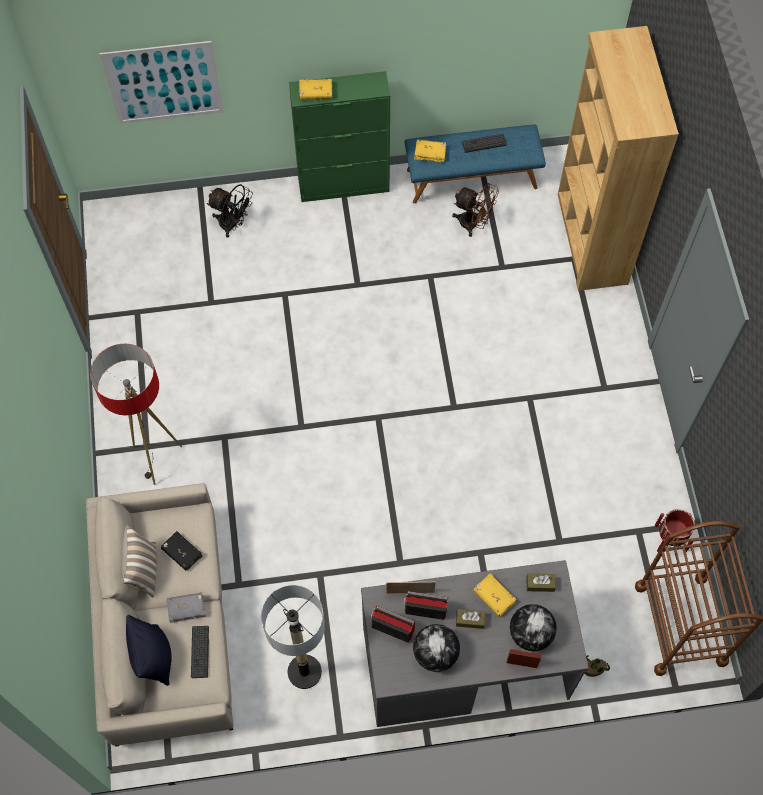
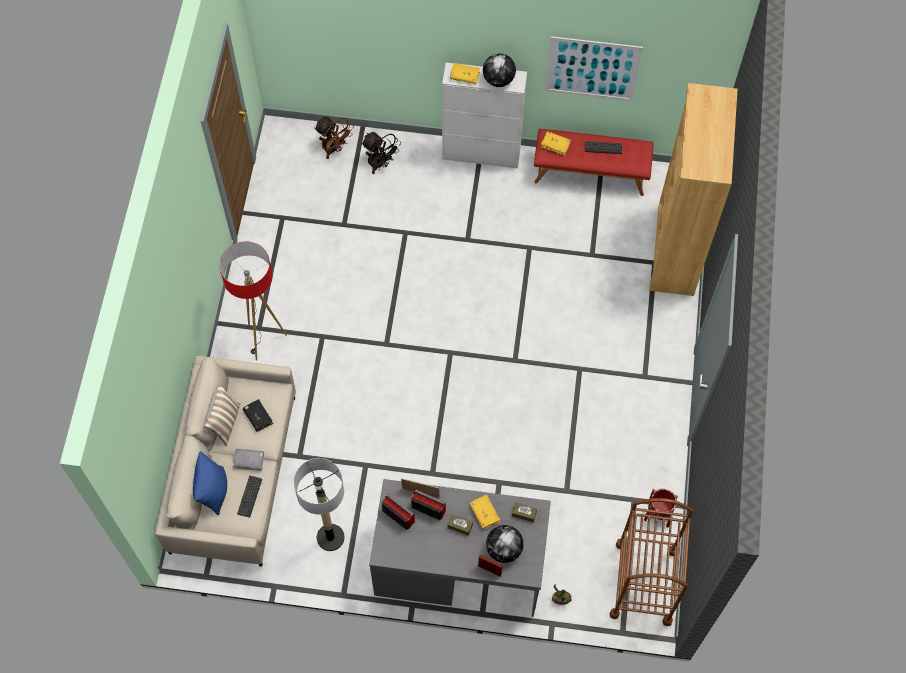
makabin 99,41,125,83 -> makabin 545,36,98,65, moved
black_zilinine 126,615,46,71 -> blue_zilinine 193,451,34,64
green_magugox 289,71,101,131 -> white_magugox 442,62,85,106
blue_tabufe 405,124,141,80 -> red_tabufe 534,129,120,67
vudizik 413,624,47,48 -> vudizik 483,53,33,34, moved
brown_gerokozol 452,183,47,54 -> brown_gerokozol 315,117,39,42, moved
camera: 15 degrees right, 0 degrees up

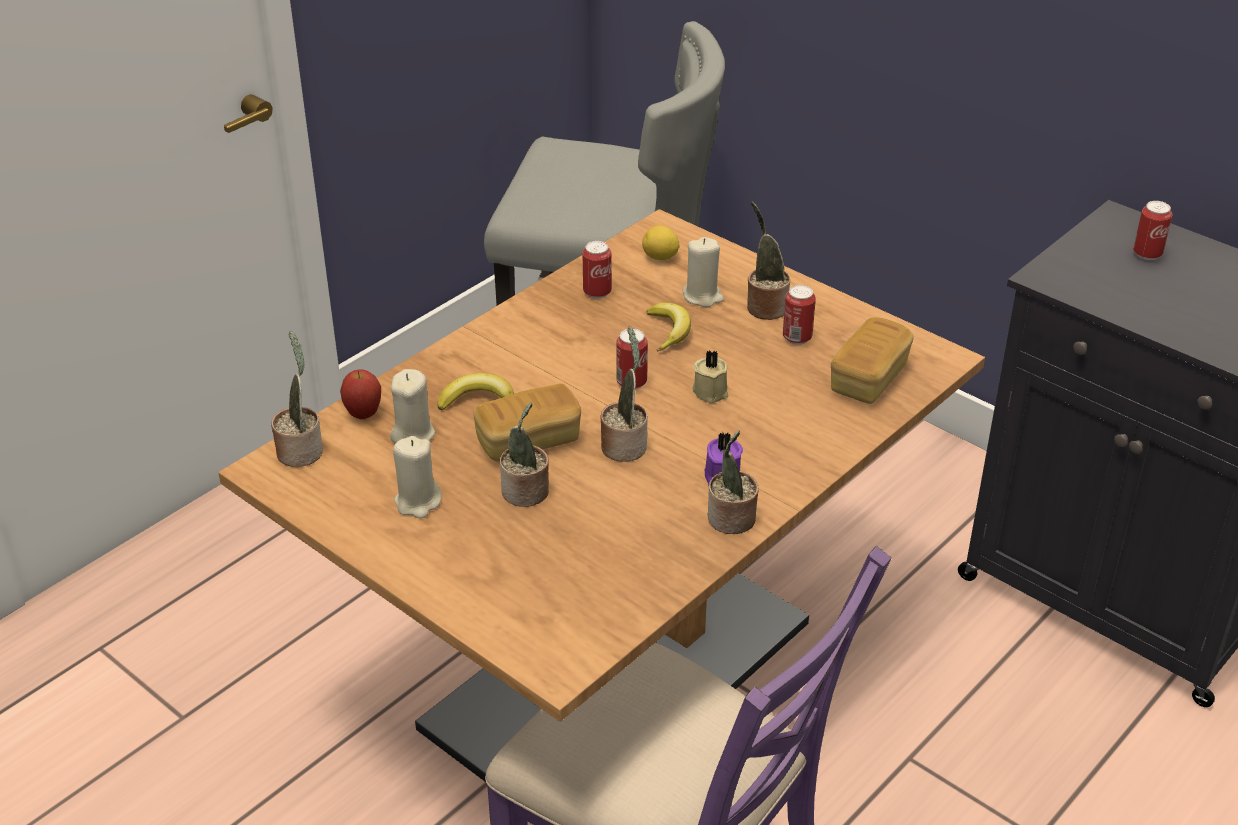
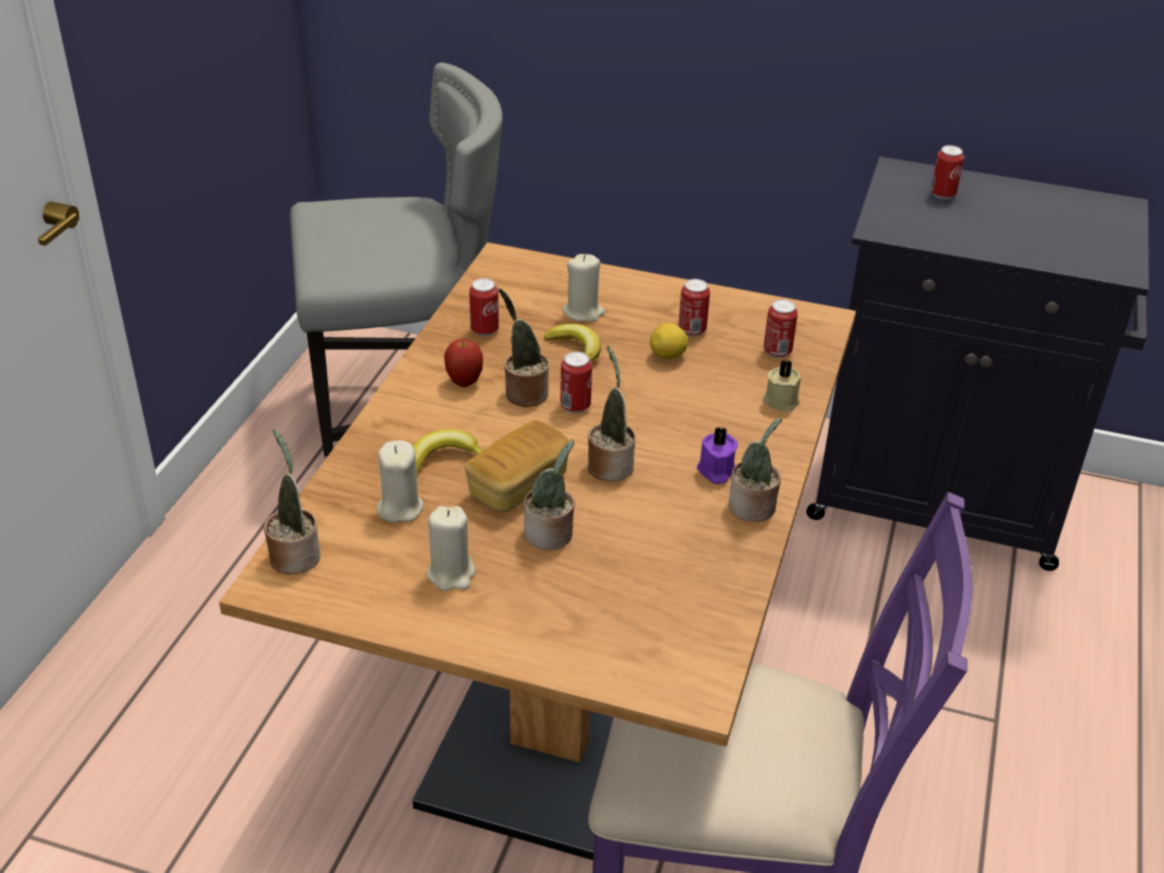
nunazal 340,369,41,50 -> nunazal 444,339,39,48, moved
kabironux 642,225,38,35 -> kabironux 650,323,38,36, moved
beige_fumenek 692,350,37,53 -> beige_fumenek 763,360,38,51, moved
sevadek 747,201,43,119 -> sevadek 499,288,50,119, moved
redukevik 831,317,83,87 -> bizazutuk 764,299,34,59
camera: 25 degrees left, 0 degrees up

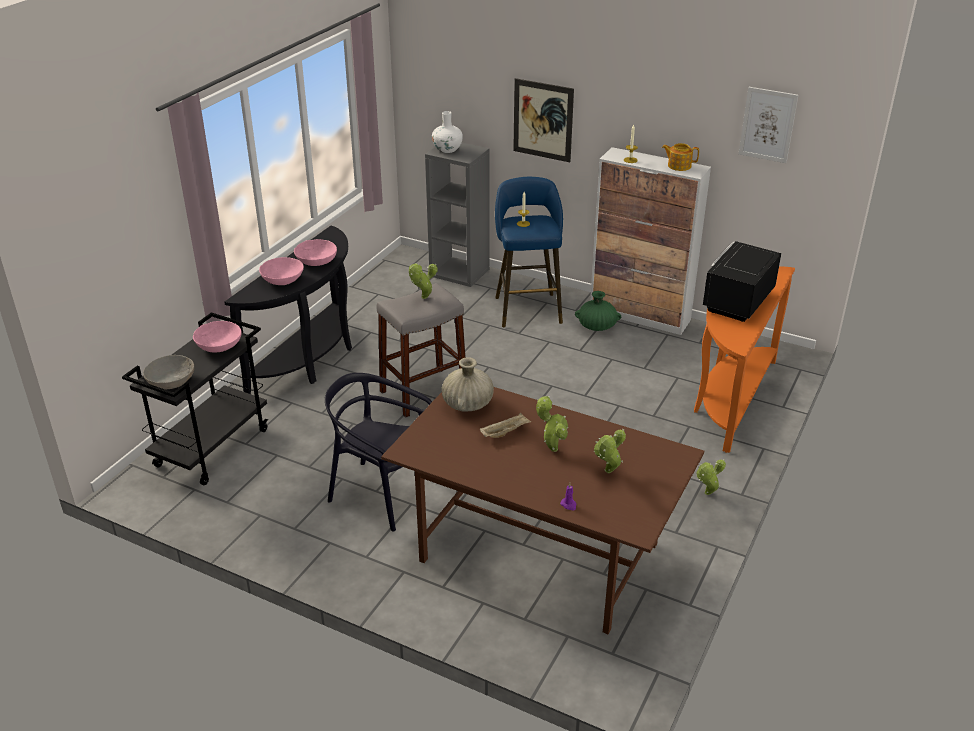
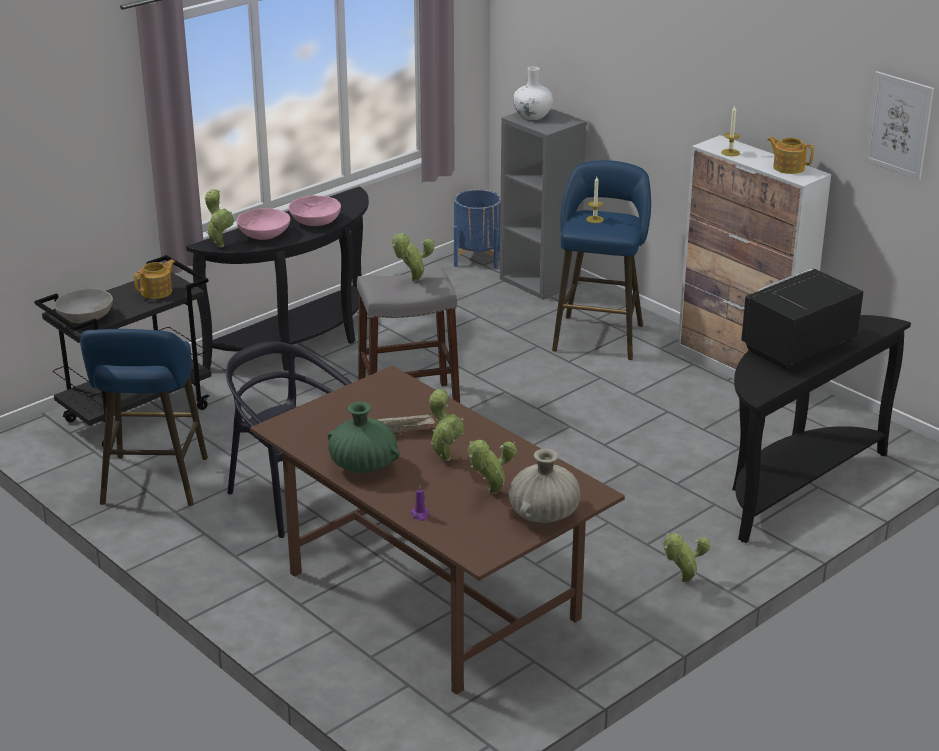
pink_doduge 193,321,49,31 -> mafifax 134,259,41,40
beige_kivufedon 441,357,53,54 -> beige_kivufedon 508,449,73,74, moved
makabin 513,78,61,84 -> none
green_kivufedon 575,291,46,40 -> green_kivufedon 328,402,72,71, moved
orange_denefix 694,266,101,187 -> black_denefix 732,315,179,228
none -> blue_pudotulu 80,329,128,177
none -> sevadek 205,189,29,58
none -> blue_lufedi 454,189,47,80
camera: 20 degrees right, 5 degrees down

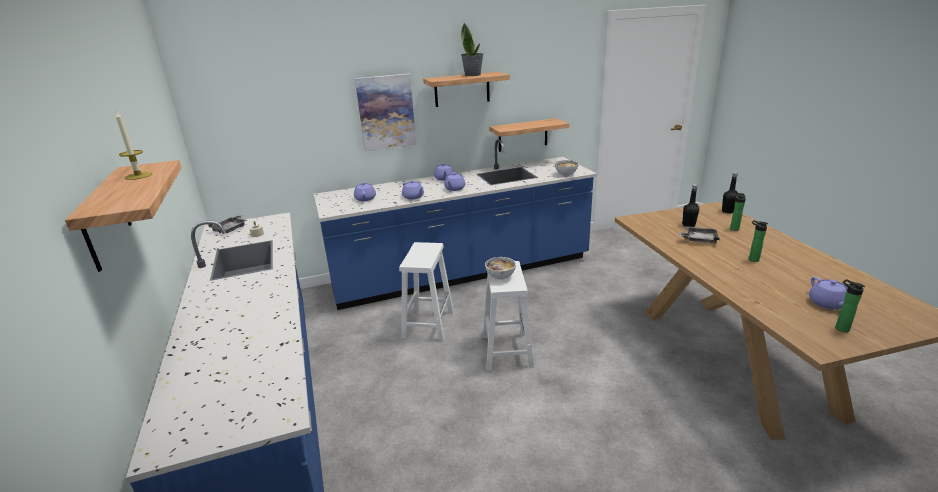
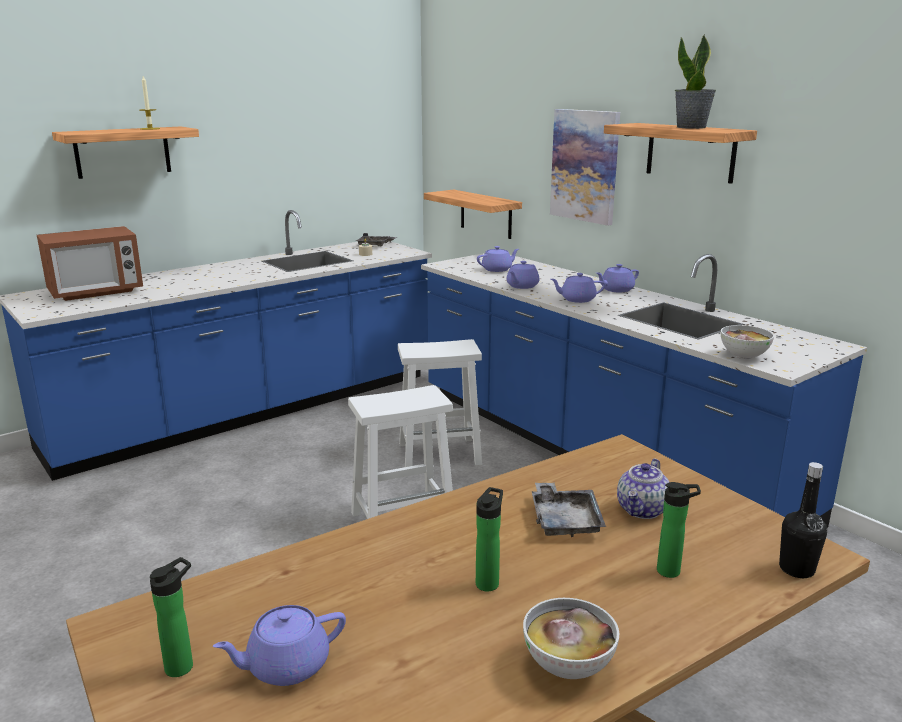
doduge 485,257,31,23 -> doduge 523,598,96,81, moved
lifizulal 489,118,80,34 -> lifizulal 424,190,98,49, moved
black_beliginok 682,184,17,43 -> mafifax 617,459,52,60
none -> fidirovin 37,226,106,75
camera: 70 degrees right, 5 degrees down

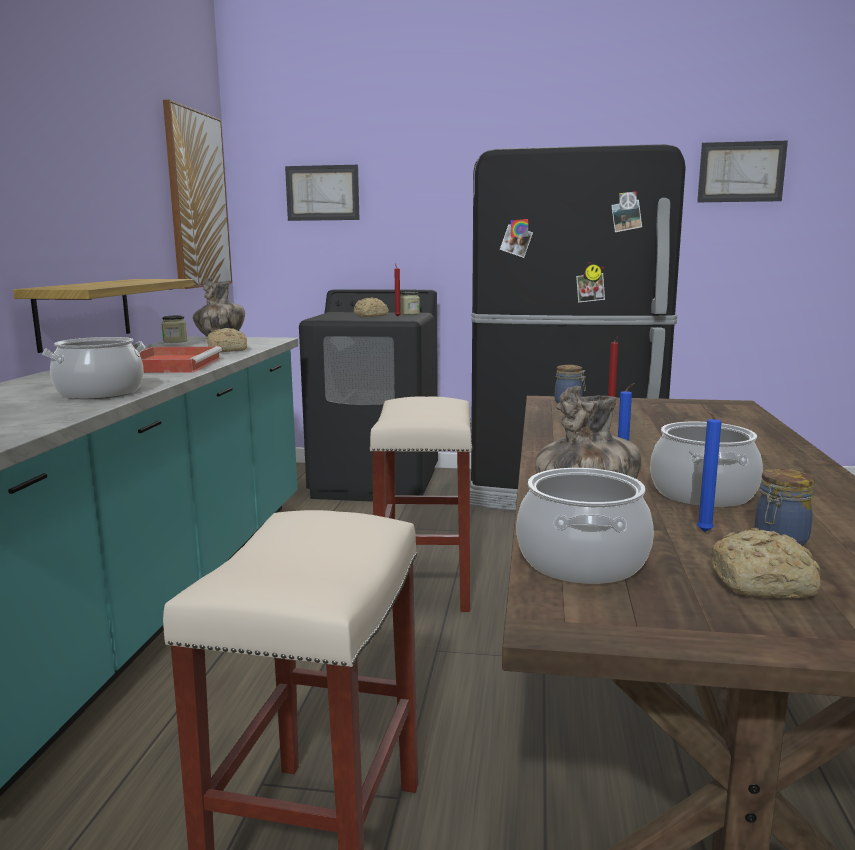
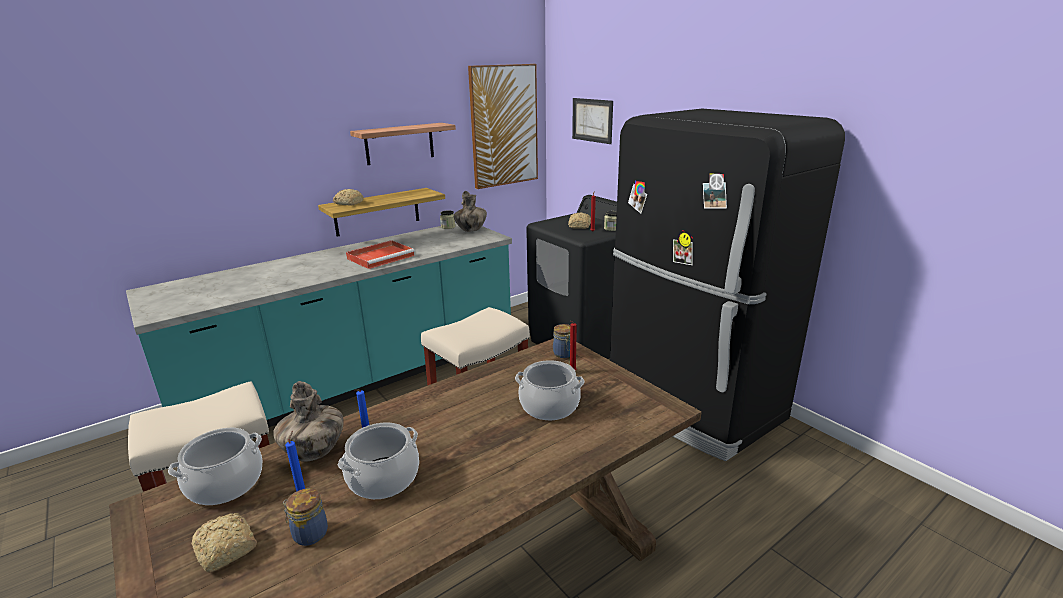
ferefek 42,337,104,62 -> ferefek 515,360,69,60, moved
redukevik 206,328,41,24 -> redukevik 333,189,31,17, moved
makabin 697,141,91,61 -> none
none -> lifizulal 350,123,106,42
camera: 45 degrees right, 10 degrees up

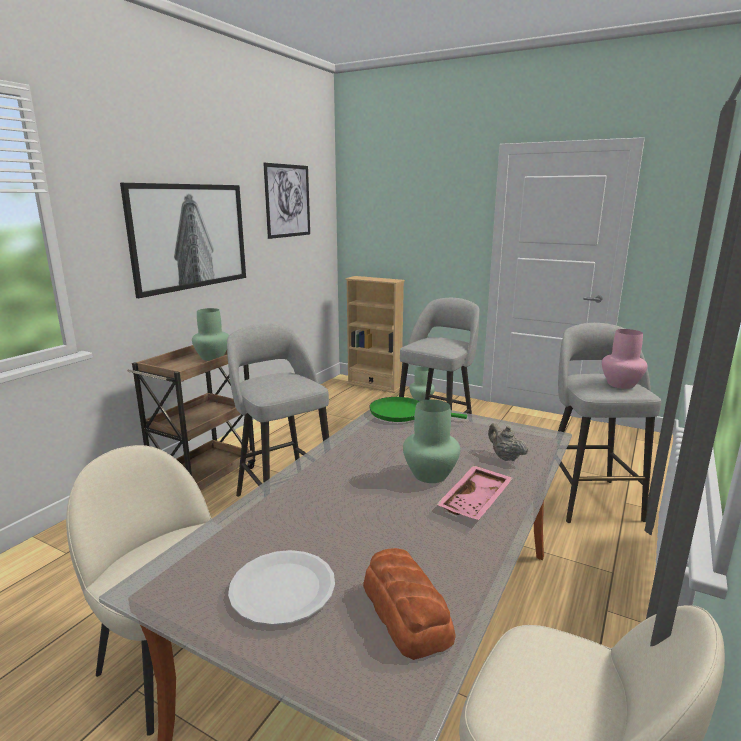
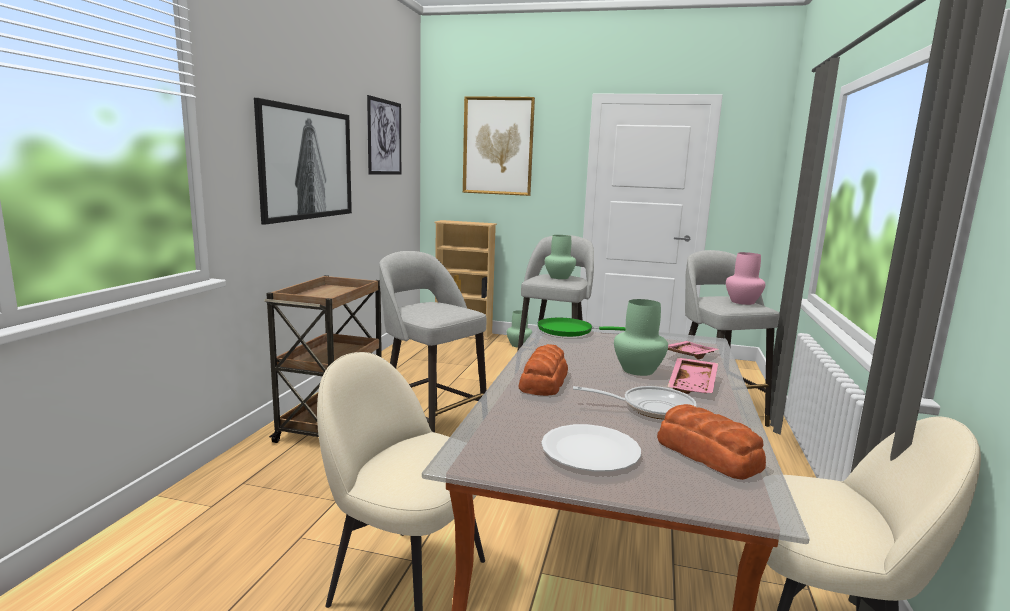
green_kivufedon 192,308,37,53 -> green_kivufedon 545,235,31,44, moved
beige_mafifax 488,423,40,38 -> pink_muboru 668,341,52,19
none -> makabin 463,96,72,100
none -> redukevik 519,344,49,52
none -> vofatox 573,386,123,34
camera: 15 degrees left, 5 degrees down

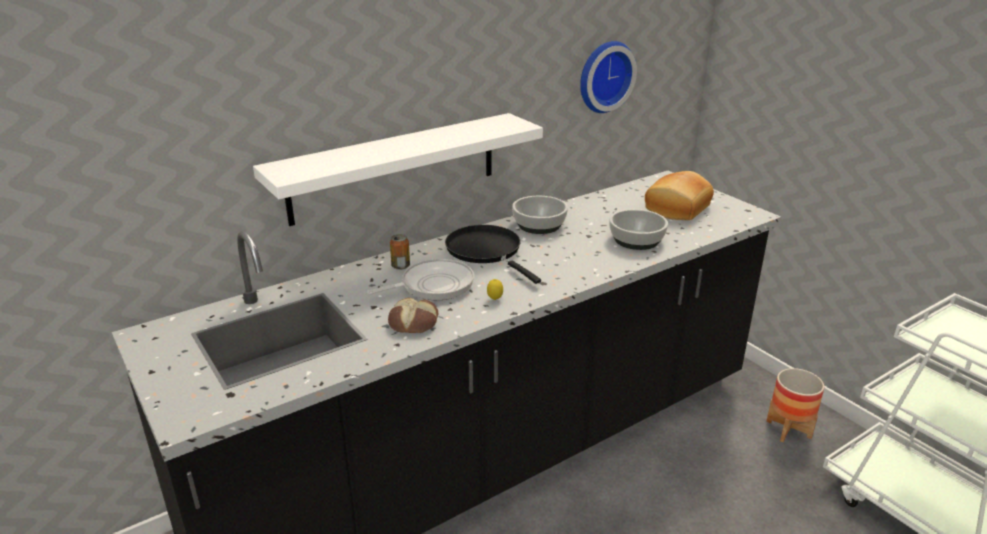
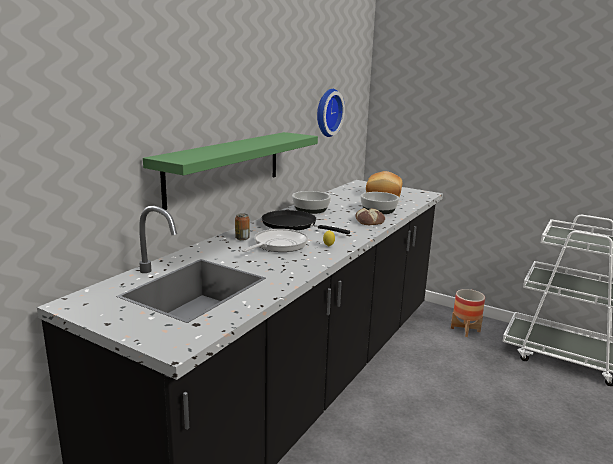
white_lifizulal 253,113,290,113 -> green_lifizulal 143,132,175,78
redukevik 388,298,50,35 -> redukevik 355,208,30,17, moved
camera: 25 degrees left, 10 degrees down

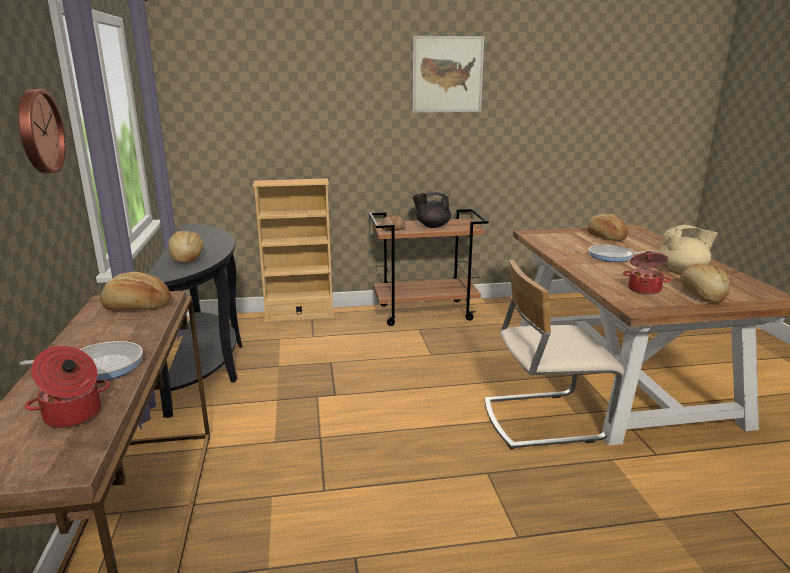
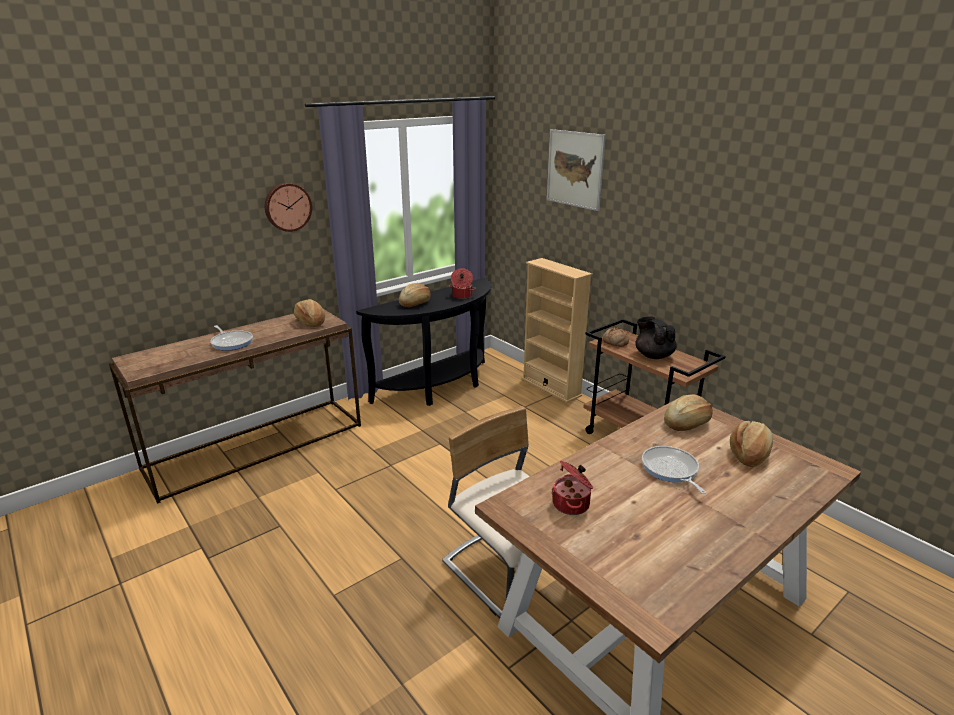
ferefek 25,346,85,82 -> ferefek 449,268,27,31, moved
makabin 412,36,72,77 -> makabin 547,129,59,82, moved
beige_mafifax 659,225,59,48 -> none
redukevik 680,264,50,39 -> redukevik 664,394,49,37, moved
camera: 60 degrees right, 5 degrees up

